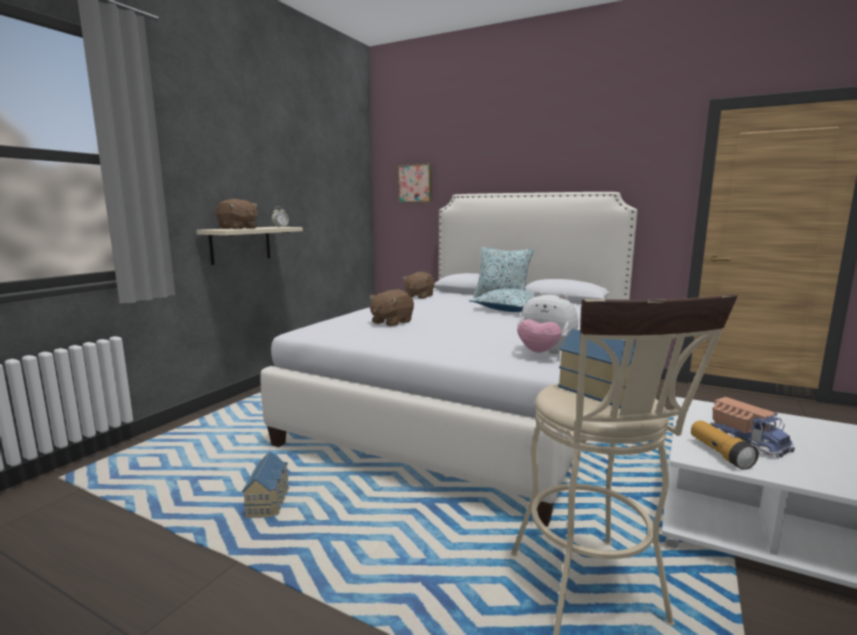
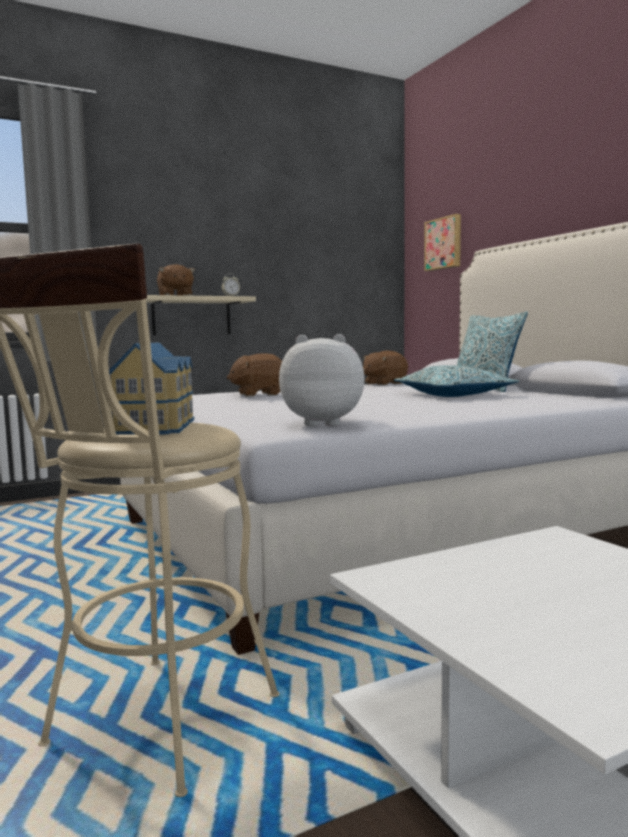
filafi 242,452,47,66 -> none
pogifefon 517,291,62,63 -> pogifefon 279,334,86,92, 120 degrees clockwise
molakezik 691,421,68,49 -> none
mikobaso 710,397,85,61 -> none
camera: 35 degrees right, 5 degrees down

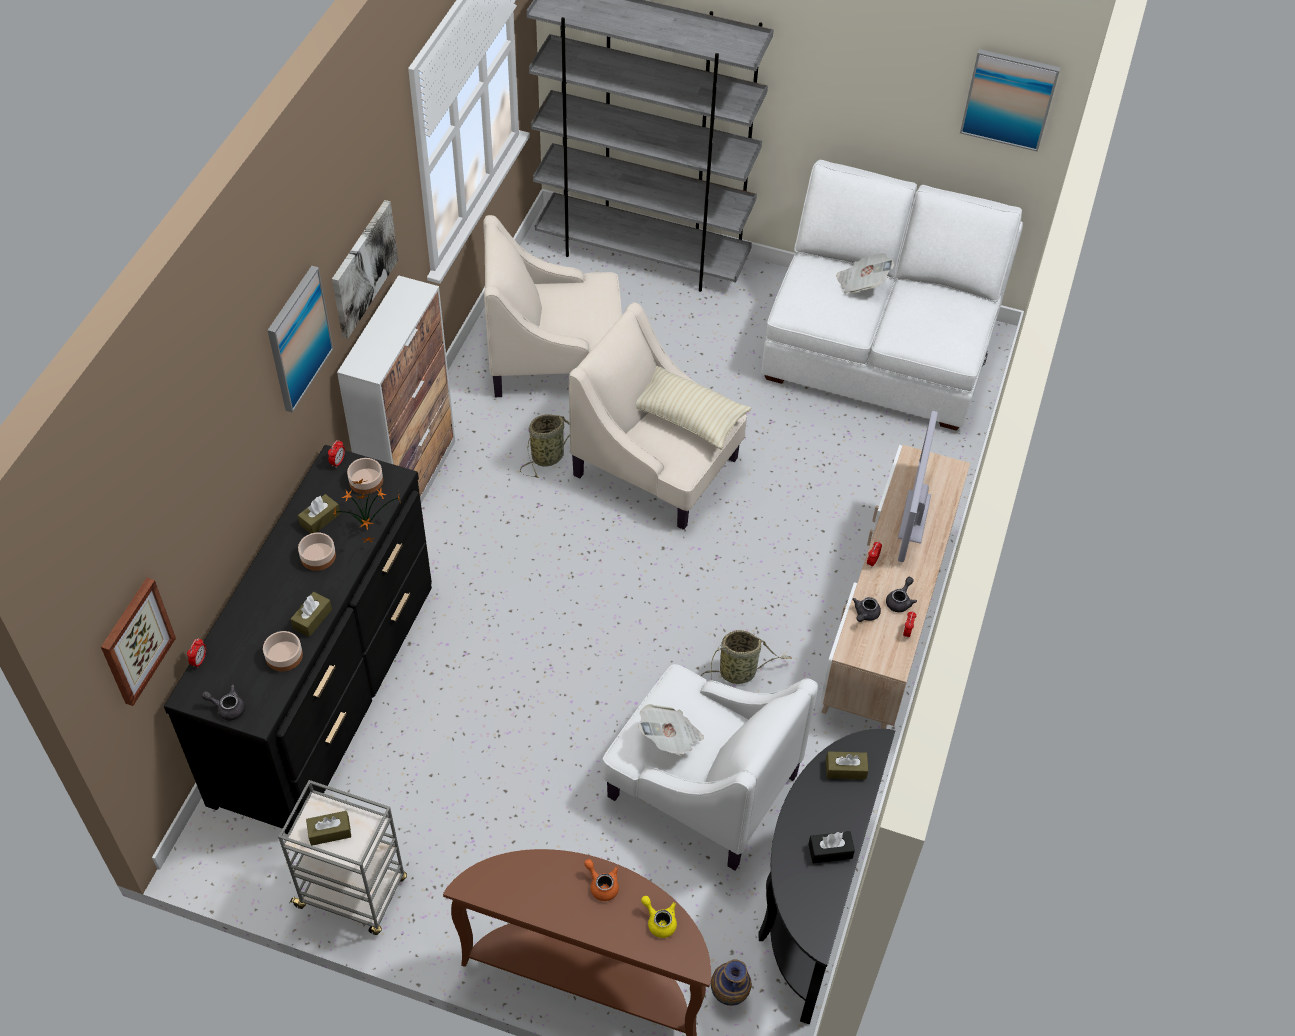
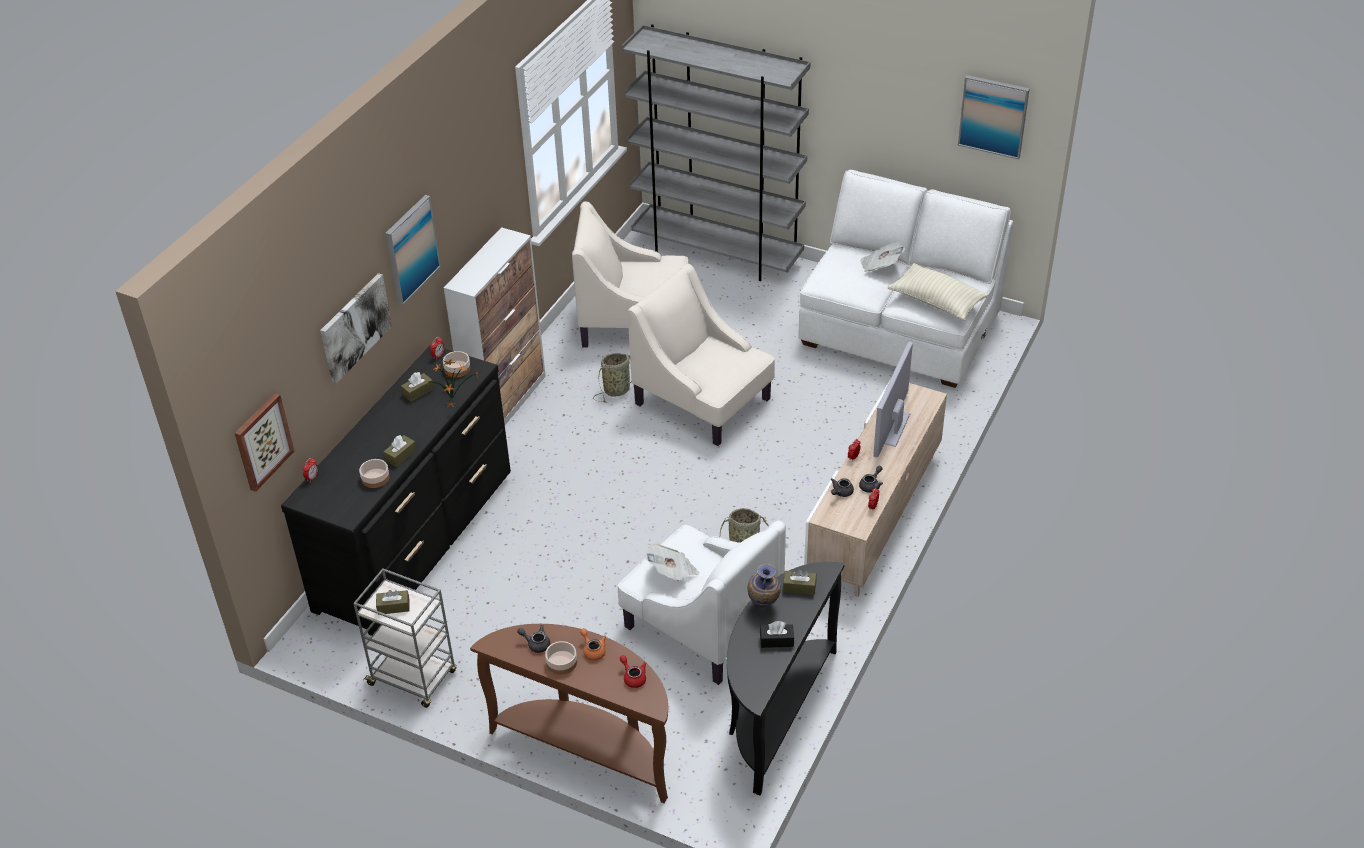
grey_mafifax 202,685,43,35 -> grey_mafifax 517,625,33,28, moved
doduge 298,533,38,38 -> doduge 545,641,32,34, moved
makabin 332,200,66,138 -> makabin 320,273,72,110, moved
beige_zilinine 636,366,115,84 -> beige_zilinine 888,263,101,58, moved
yellow_mafifax 641,896,36,42 -> red_mafifax 620,655,26,33
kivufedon 711,960,41,46 -> kivufedon 748,564,33,44, moved
camera: 10 degrees right, 10 degrees down

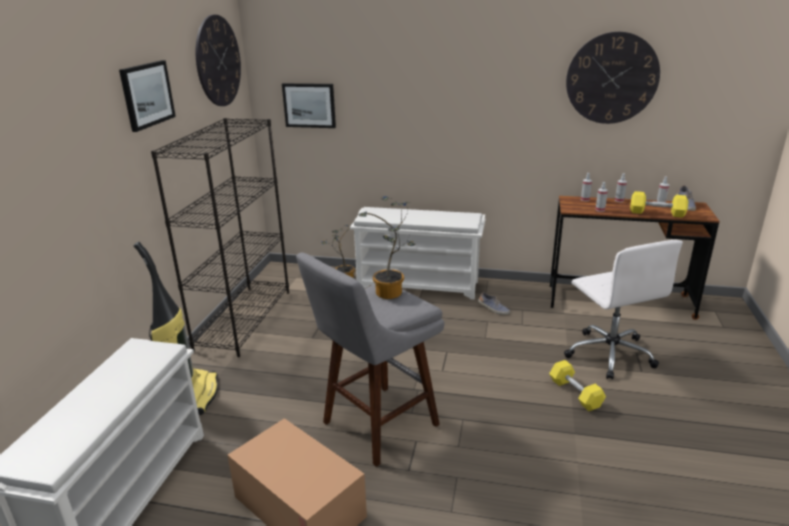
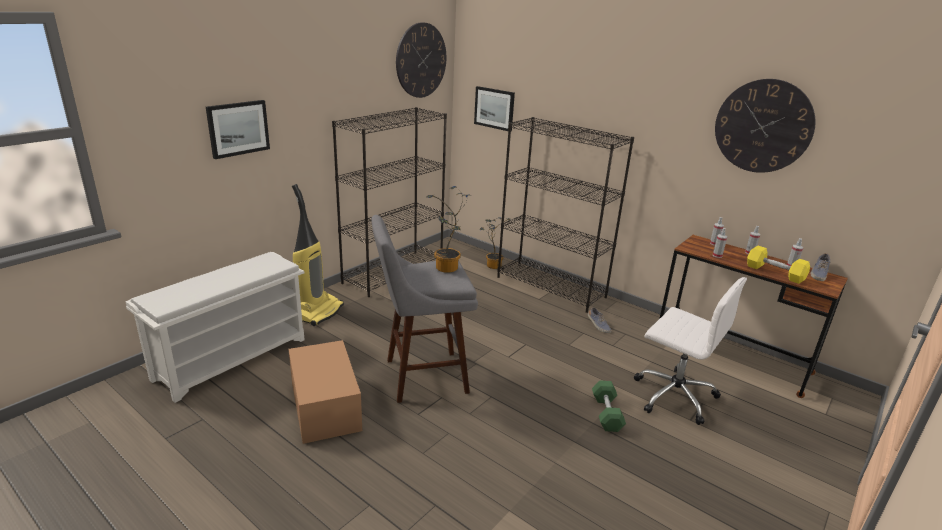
makabin 119,60,57,72 -> makabin 206,100,64,59, moved
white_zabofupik 350,207,135,93 -> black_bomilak 497,117,137,196
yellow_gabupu 549,360,57,51 -> green_gabupu 592,380,34,52
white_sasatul 564,240,119,139 -> white_sasatul 634,277,113,148, 60 degrees counterclockwise
camera: 25 degrees right, 0 degrees up

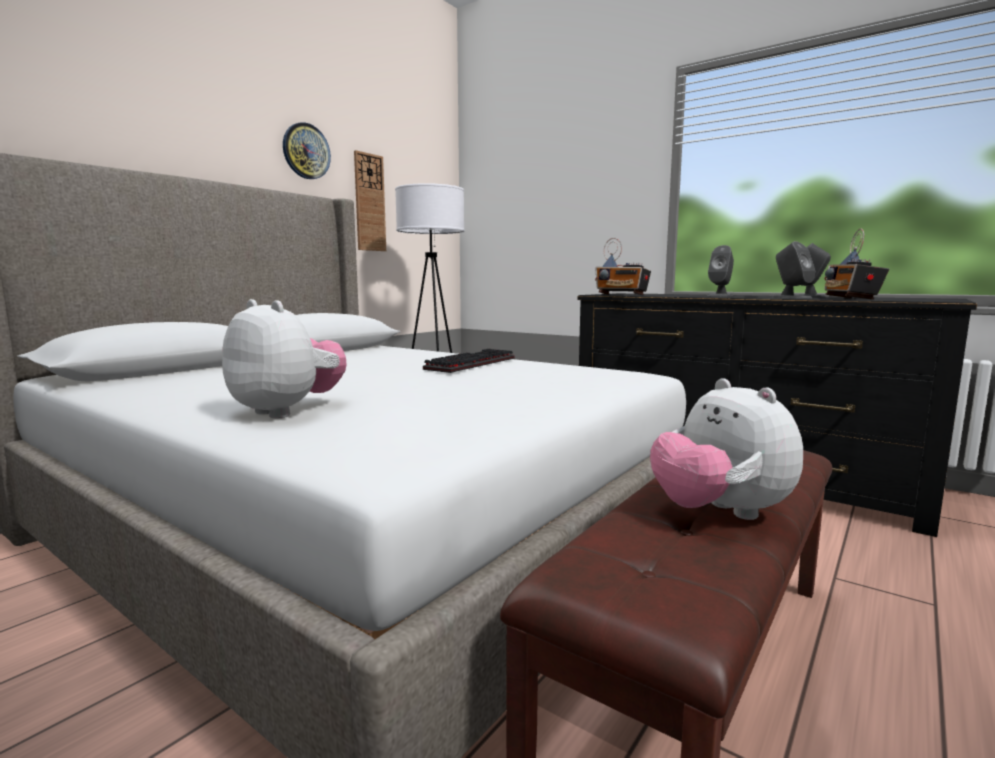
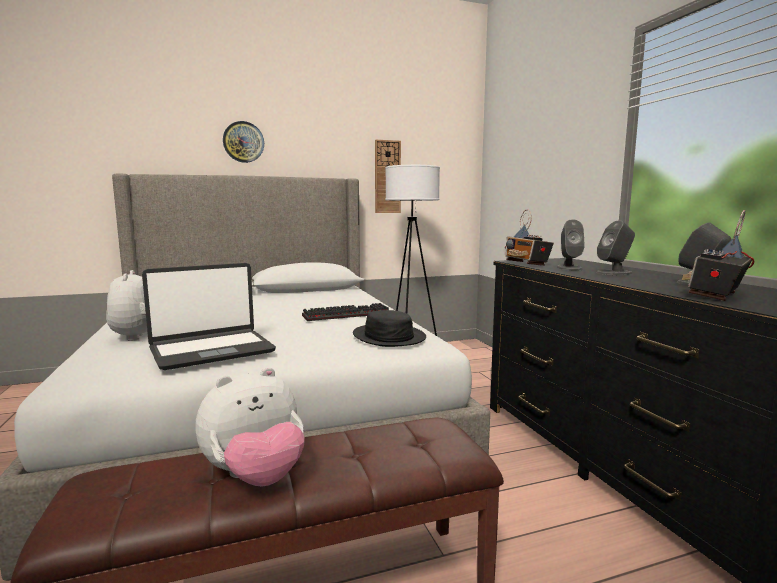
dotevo 283,122,48,57 -> dotevo 223,121,41,42, moved
pogifefon 650,378,153,142 -> pogifefon 195,367,110,120, 135 degrees counterclockwise
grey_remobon 772,241,43,57 -> grey_remobon 557,220,28,50, moved
none -> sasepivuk 142,263,134,107
none -> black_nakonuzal 353,310,73,37
camera: 35 degrees right, 0 degrees up

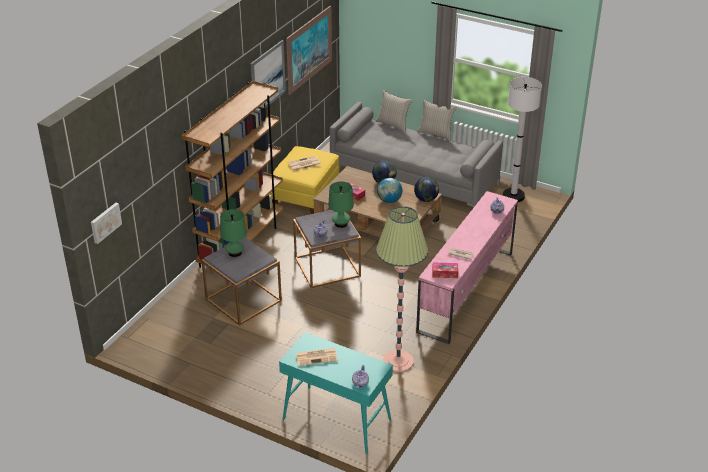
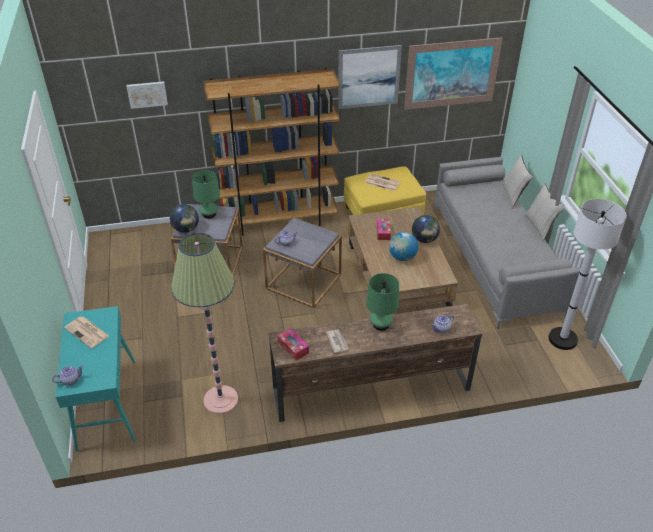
makabin 91,203,31,41 -> makabin 126,81,42,28, moved
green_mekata 328,181,26,47 -> green_mekata 366,273,33,58, moved
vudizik 414,177,25,25 -> vudizik 170,204,29,29, moved
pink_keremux 416,191,102,153 -> brown_keremux 269,304,213,118
camera: 50 degrees right, 5 degrees up

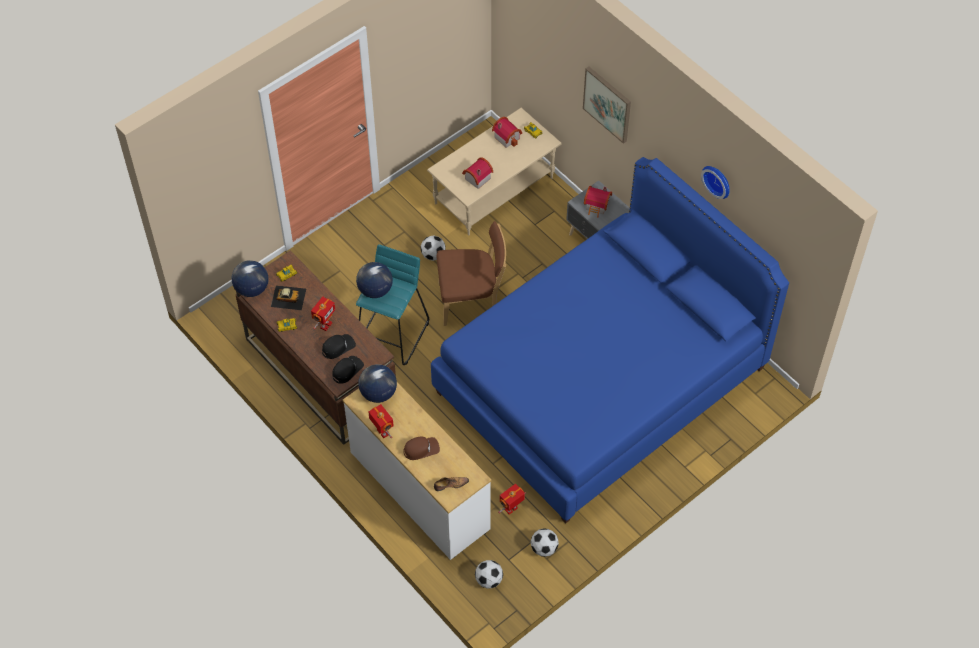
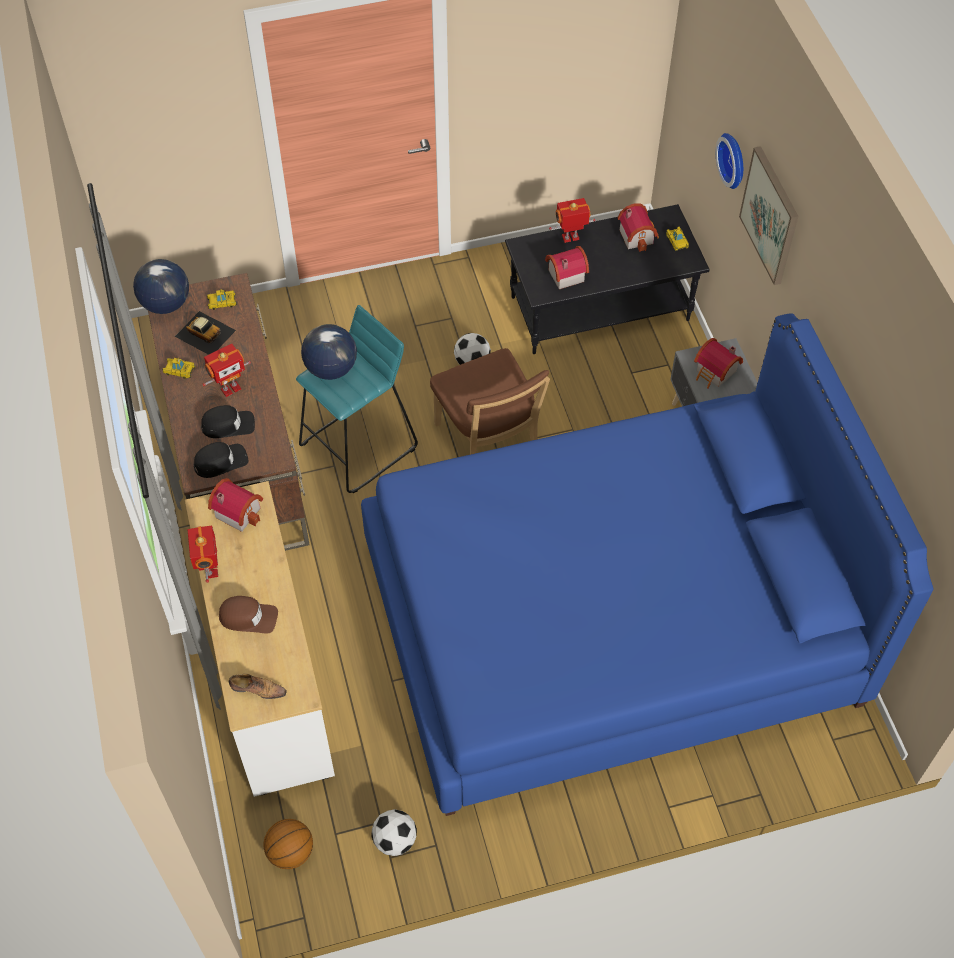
vudizik 358,364,39,39 -> filafi 208,478,55,54
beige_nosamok 427,108,135,128 -> black_nosamok 505,204,205,150
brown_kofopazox 437,221,69,105 -> brown_kofopazox 430,348,120,107, 45 degrees clockwise
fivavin 475,560,28,29 -> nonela 264,819,49,50
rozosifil 498,484,28,31 -> rozosifil 549,198,46,45, moved
dotevo 701,166,28,33 -> dotevo 716,133,27,56, moved
camera: 25 degrees right, 0 degrees up

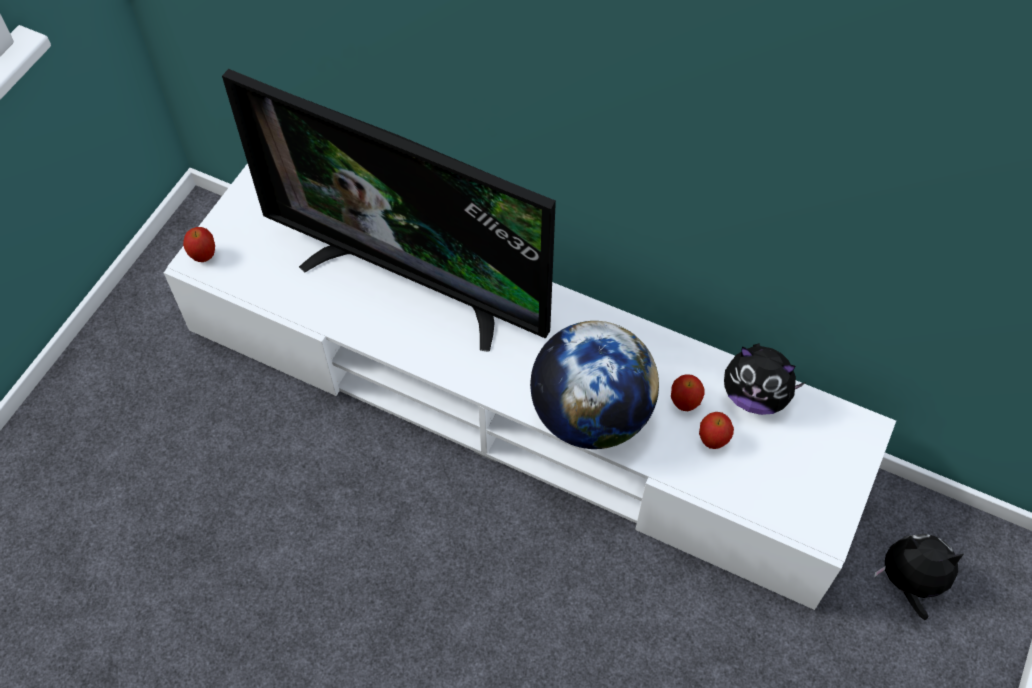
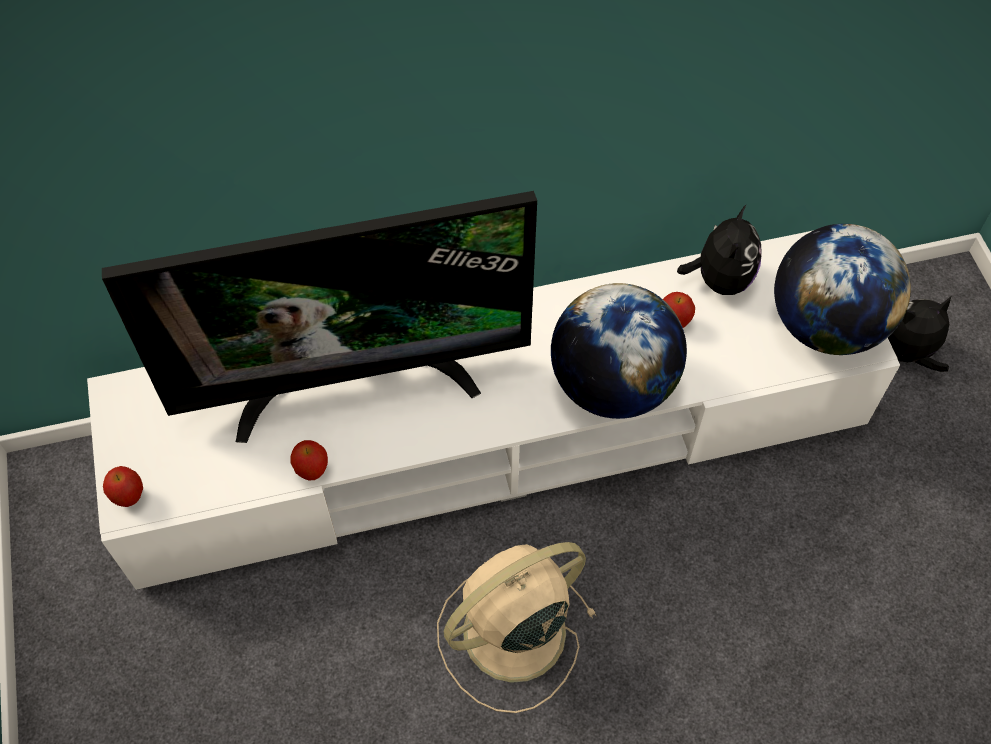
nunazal 699,412,35,37 -> nunazal 290,440,38,41, moved
pogifefon 724,344,81,71 -> pogifefon 677,205,85,90, 60 degrees counterclockwise
none -> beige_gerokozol 437,542,160,171
none -> vudizik 774,224,137,131
camera: 40 degrees left, 0 degrees up

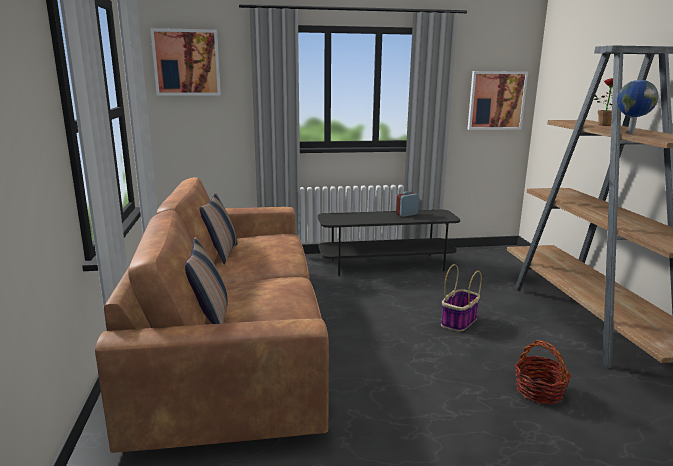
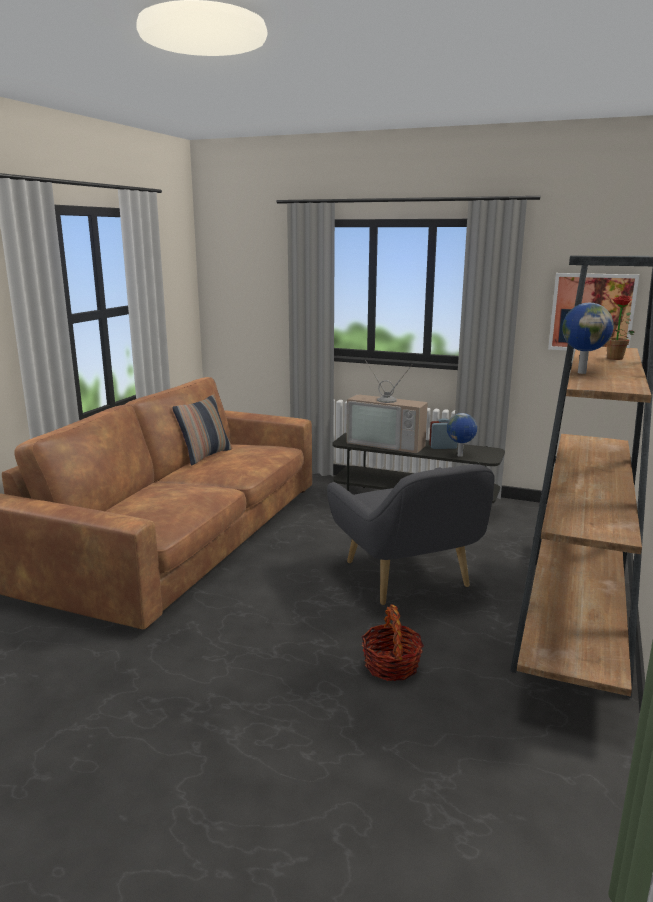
makabin 150,28,71,68 -> none
zilinine 185,236,43,88 -> none
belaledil 441,264,41,68 -> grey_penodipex 327,464,167,141
none -> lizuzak 346,360,82,93
none -> vudizik 447,413,30,44
camera: 30 degrees right, 0 degrees up

